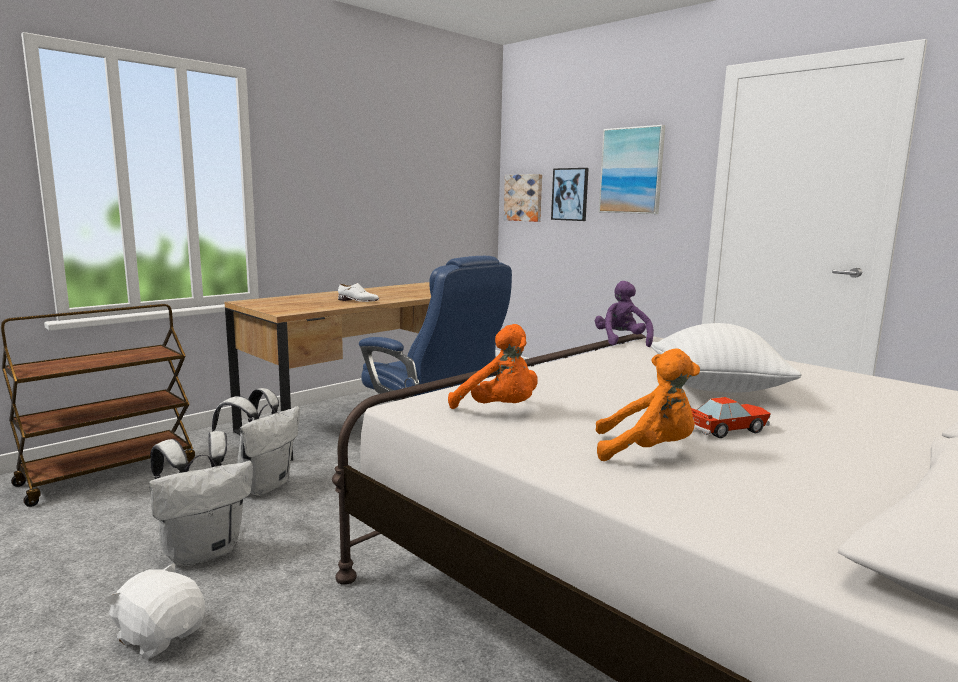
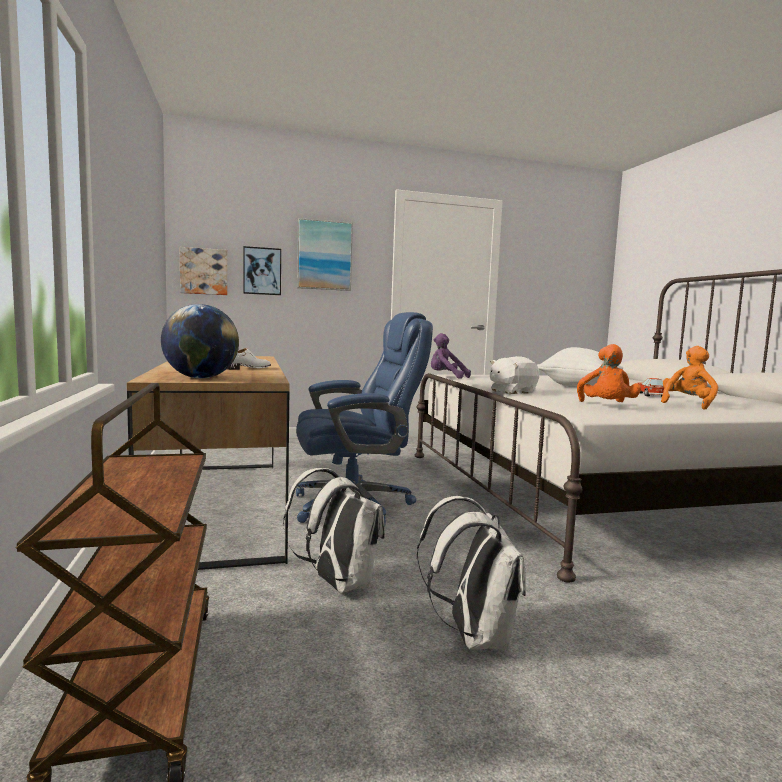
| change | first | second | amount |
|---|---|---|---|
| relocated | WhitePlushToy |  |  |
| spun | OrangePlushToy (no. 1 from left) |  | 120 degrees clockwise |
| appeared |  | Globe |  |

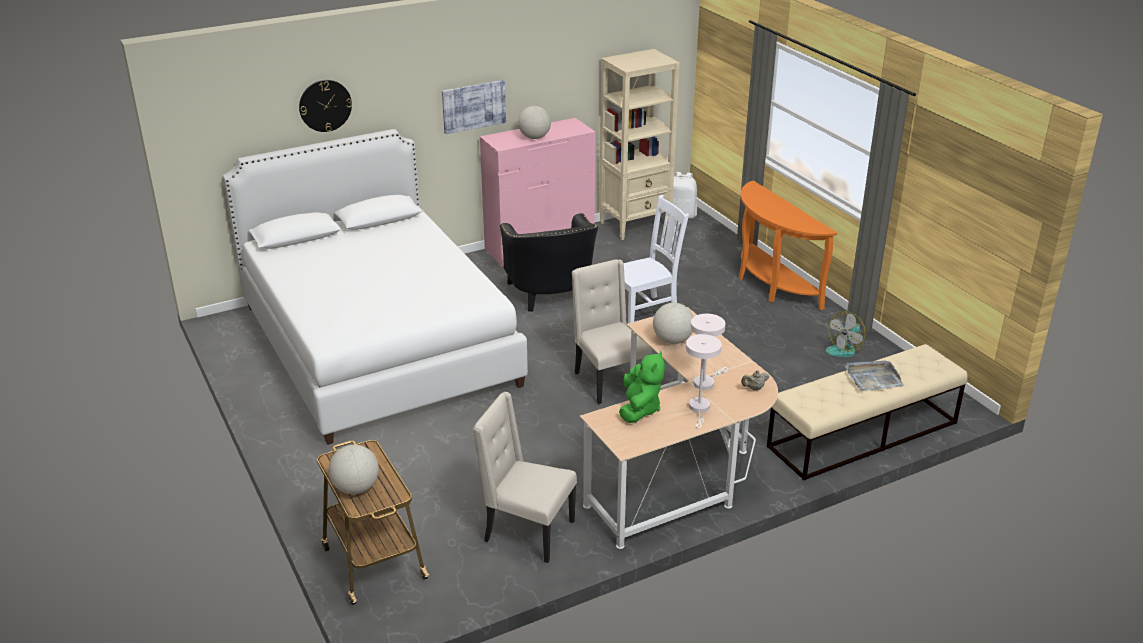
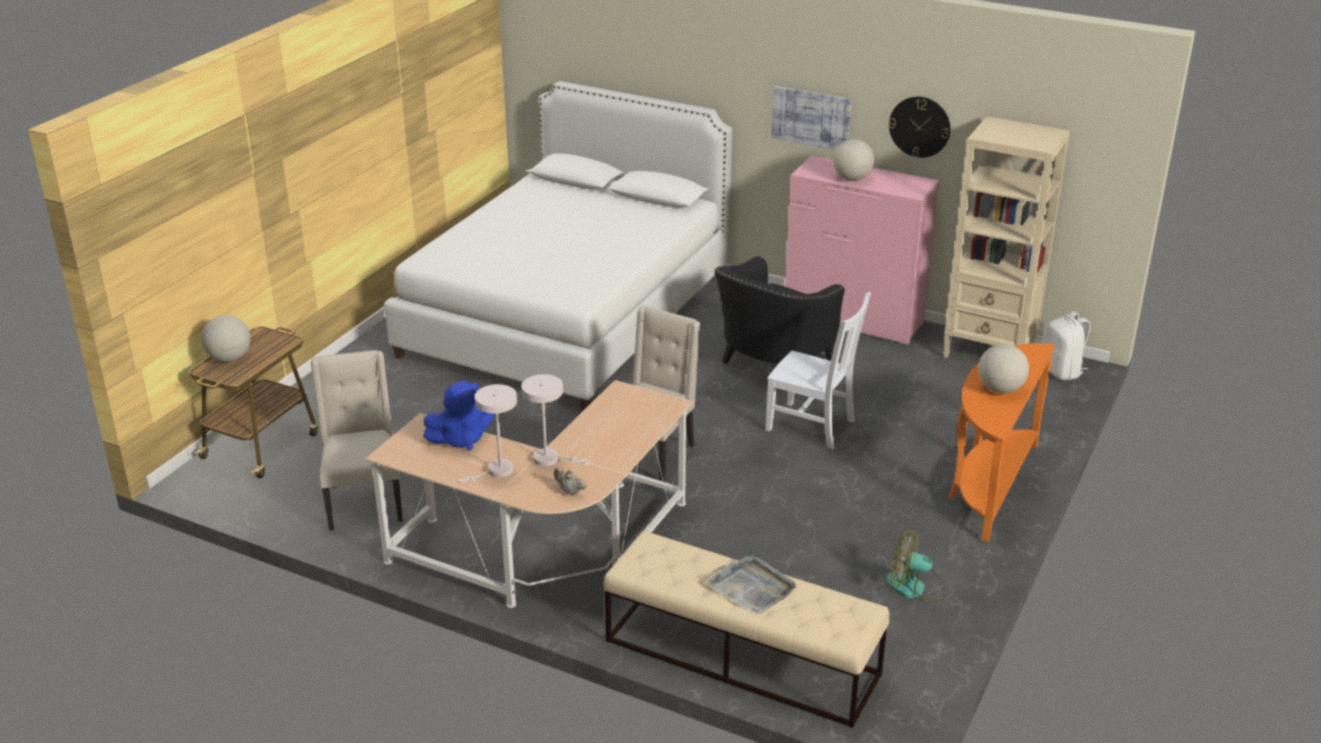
| change | first | second | amount |
|---|---|---|---|
| relocated | WallClock |  |  |
| colour | GreenPlushToy | BluePlushToy |  |
| relocated | Globe (no. 3 from left) |  |  |

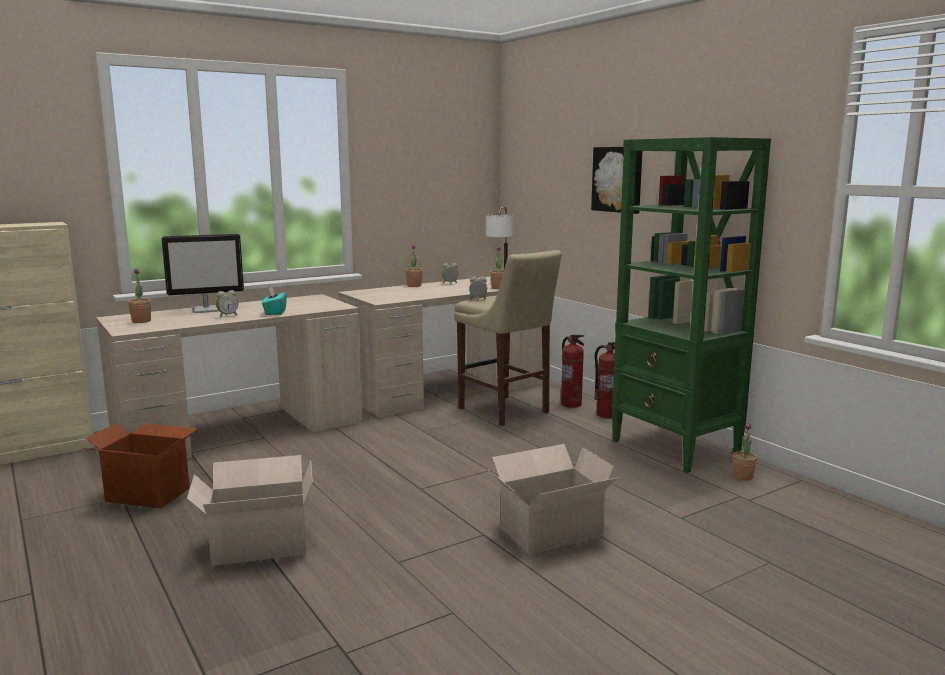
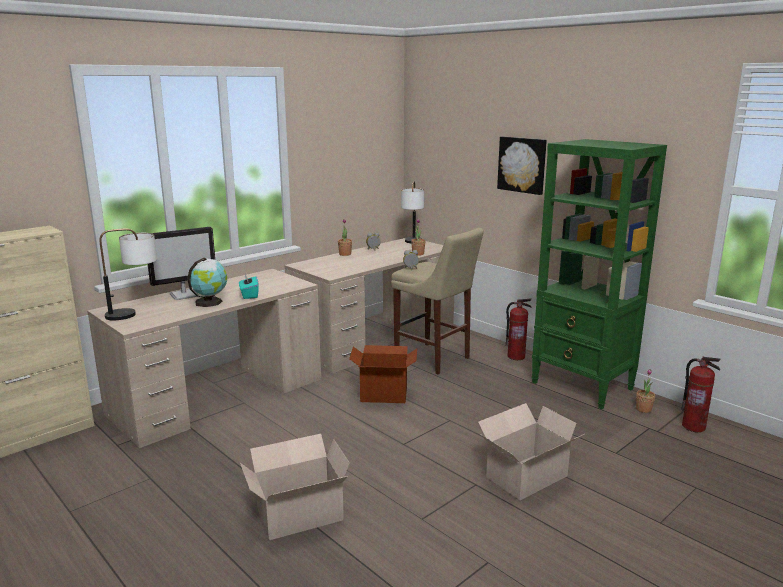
| change | first | second | amount |
|---|---|---|---|
| relocated | CardboardBox (no. 1 from left in the first image) | CardboardBox (no. 2 from left) |  |
| exchanged | PottedPlant (no. 1 from left) | TableLamp (no. 1 from left) |  |
| exchanged | AlarmClock (no. 1 from left) | Globe |  |
| relocated | FireExtinguisher (no. 1 from left in the first image) | FireExtinguisher (no. 2 from left) |  |

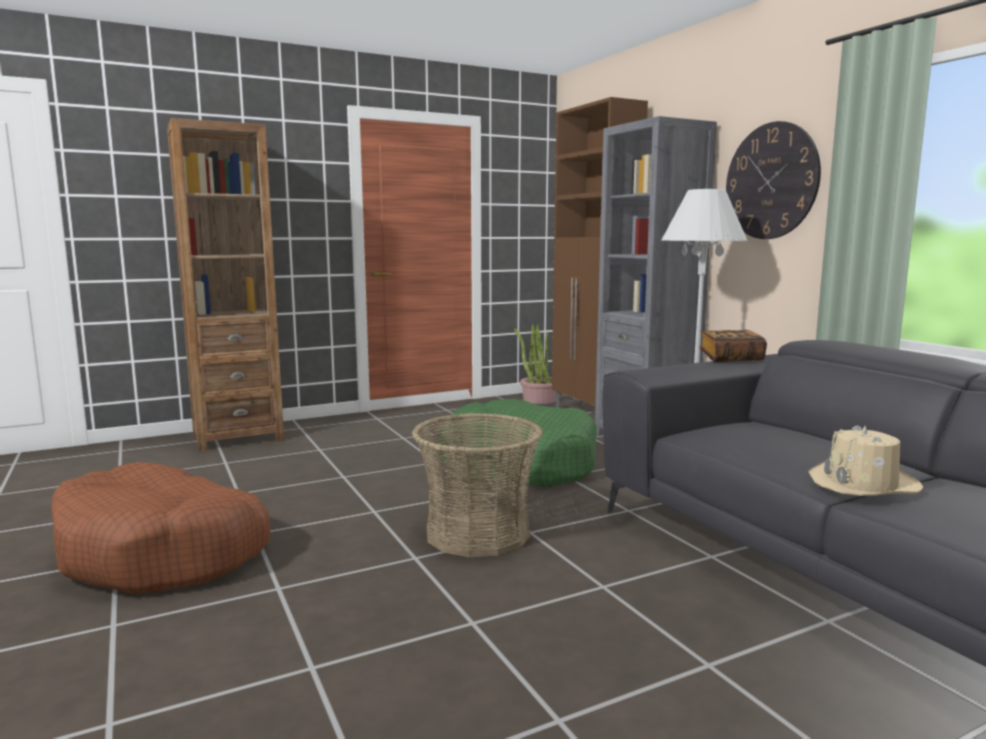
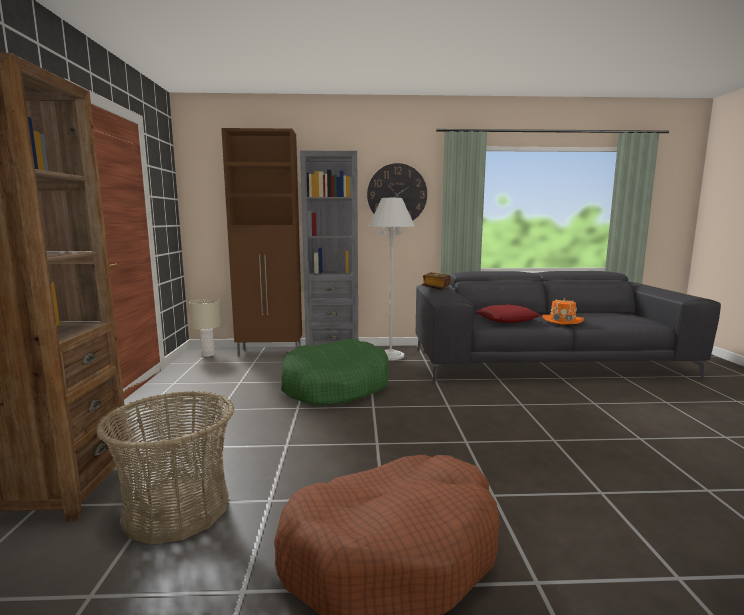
| change | first | second | amount |
|---|---|---|---|
| relocated | Basket |  |  |
| exchanged | PottedPlant | BeigeTableLamp |  |
| colour | BeigeHat | OrangeHat |  |
| appeared |  | RedPillow |  |

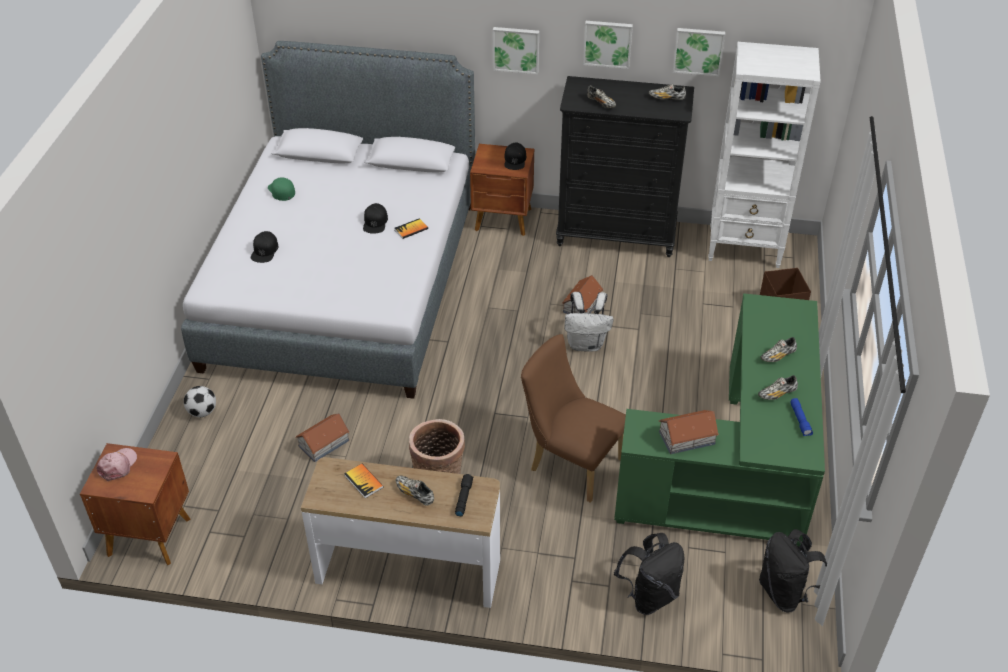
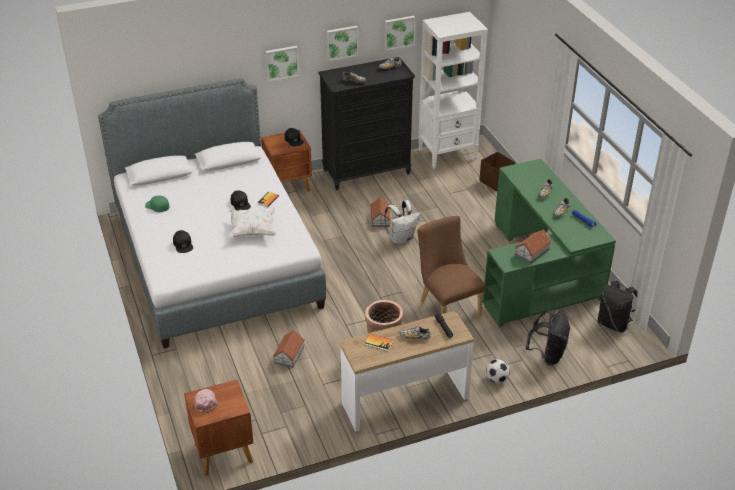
| change | first | second | amount |
|---|---|---|---|
| relocated | Football |  |  |
| spun | BrownChair |  | 60 degrees clockwise |
| appeared |  | WhitePillow |  |

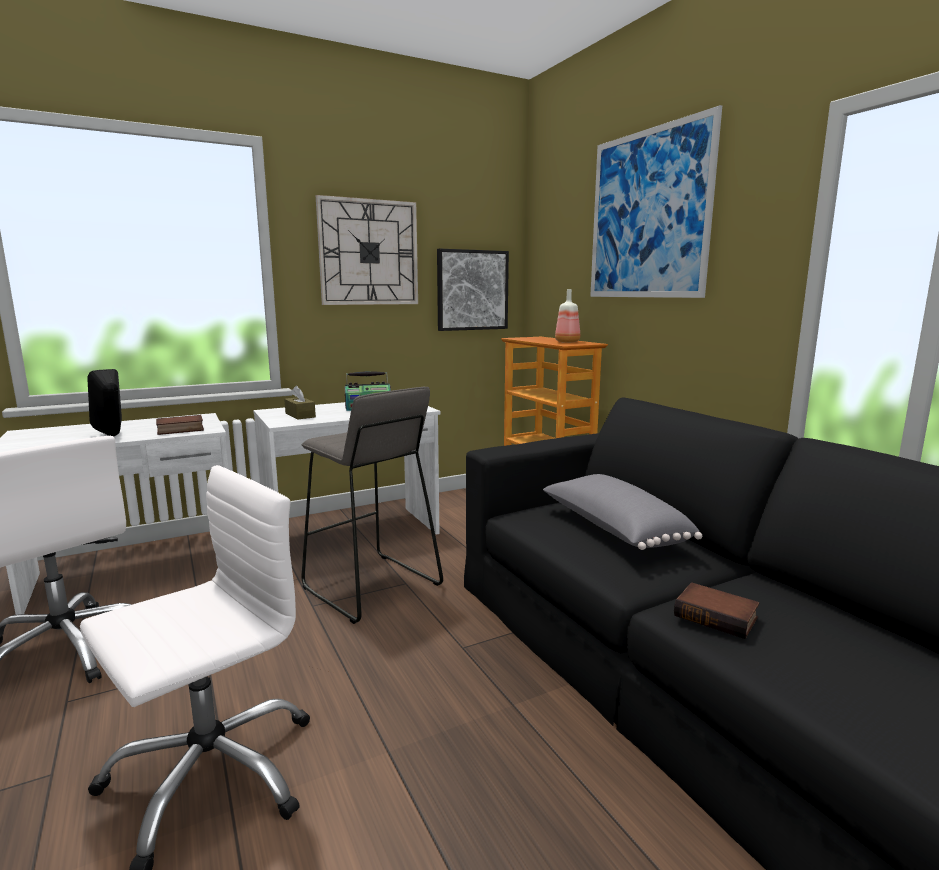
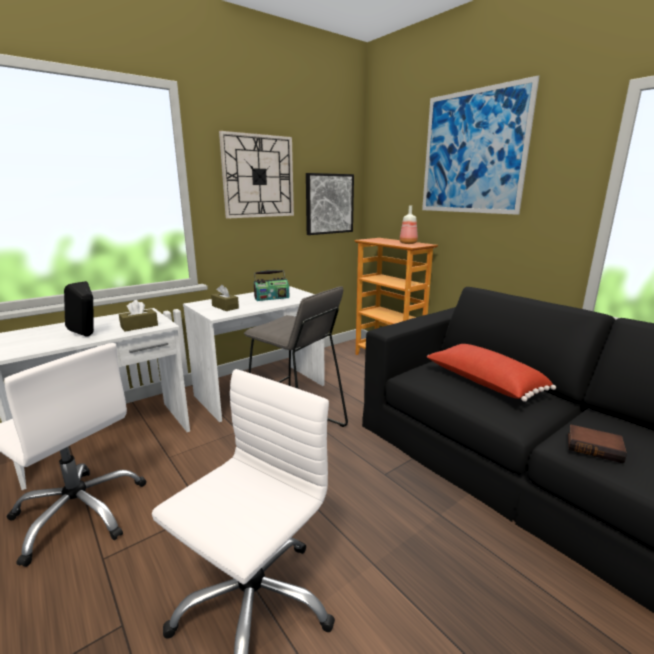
| change | first | second | amount |
|---|---|---|---|
| exchanged | Book (no. 1 from left) | BrownTissueBox (no. 1 from left) |  |
| colour | GreyPillow | RedPillow |  |

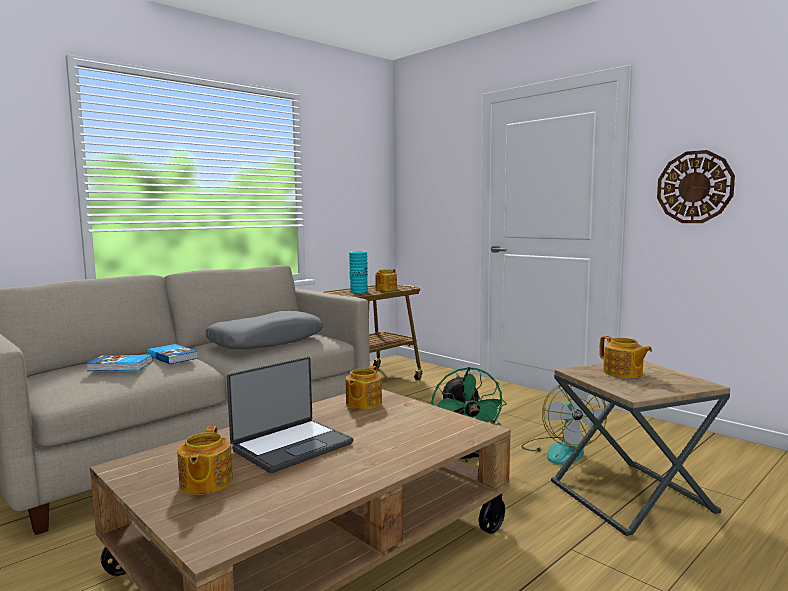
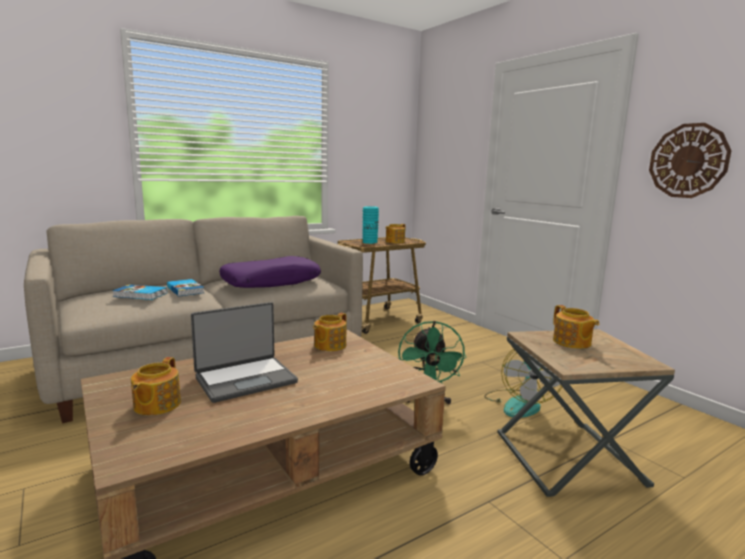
| change | first | second | amount |
|---|---|---|---|
| colour | GreyPillow | PurplePillow |  |

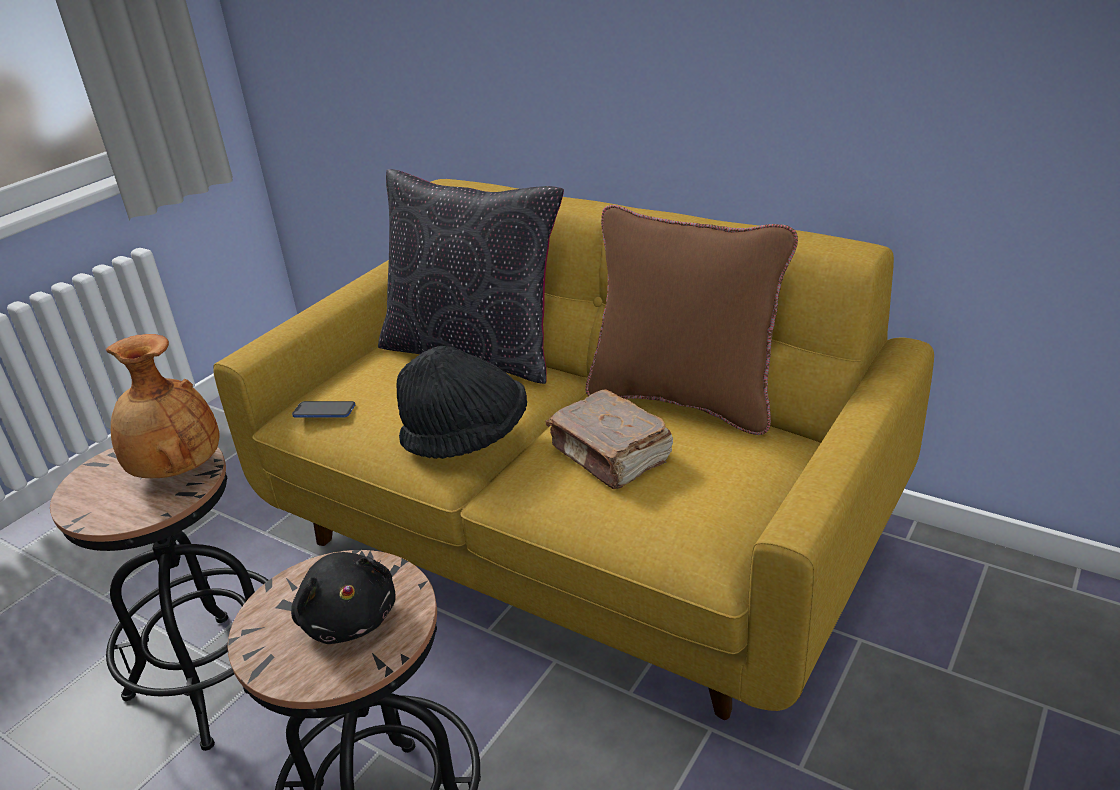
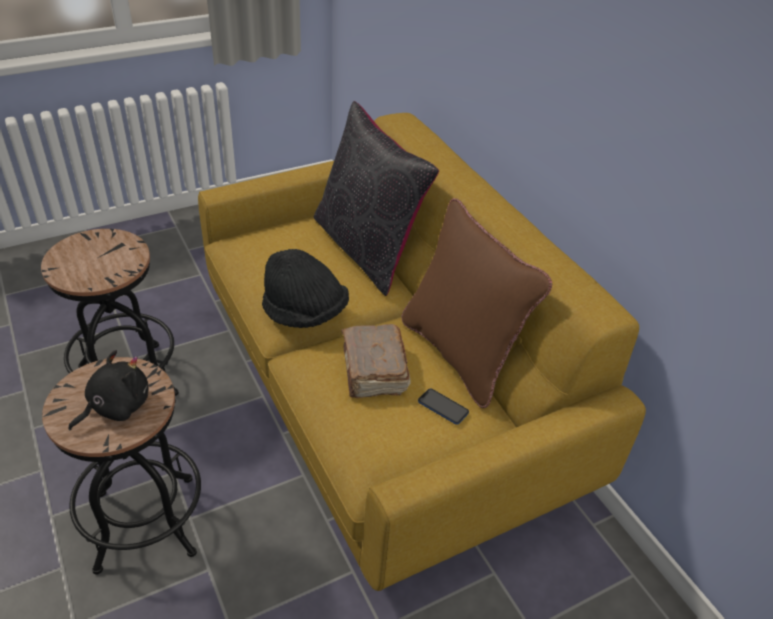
| change | first | second | amount |
|---|---|---|---|
| missing | BrownVase |  |  |
| spun | BlackPlushToy |  | 135 degrees counterclockwise |
| relocated | Phone |  |  |

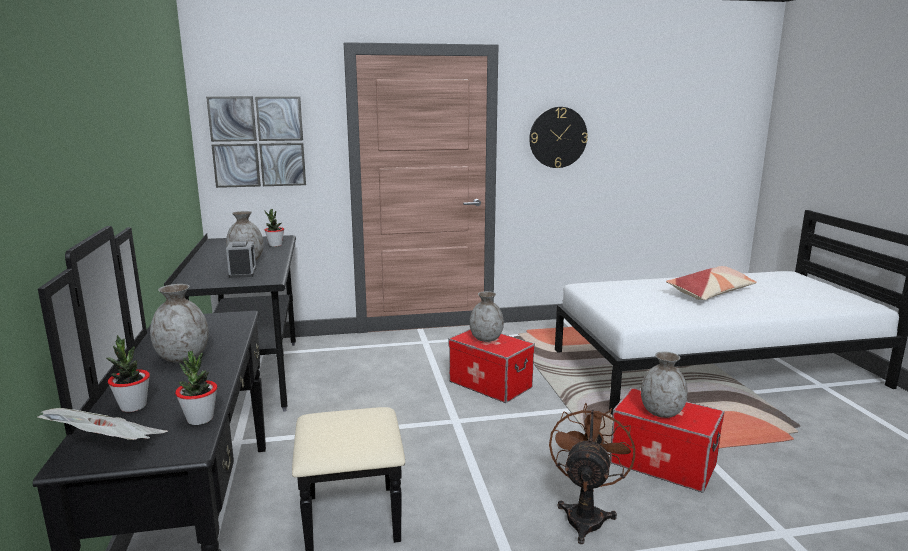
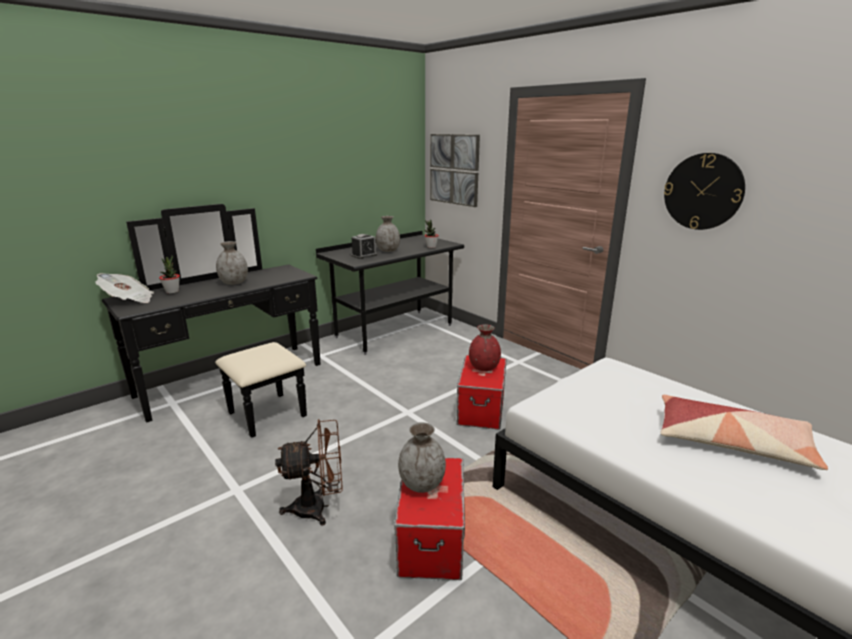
| change | first | second | amount |
|---|---|---|---|
| missing | PottedPlant (no. 2 from left) |  |  |
| colour | GreyVase (no. 3 from left) | RedVase |  |

